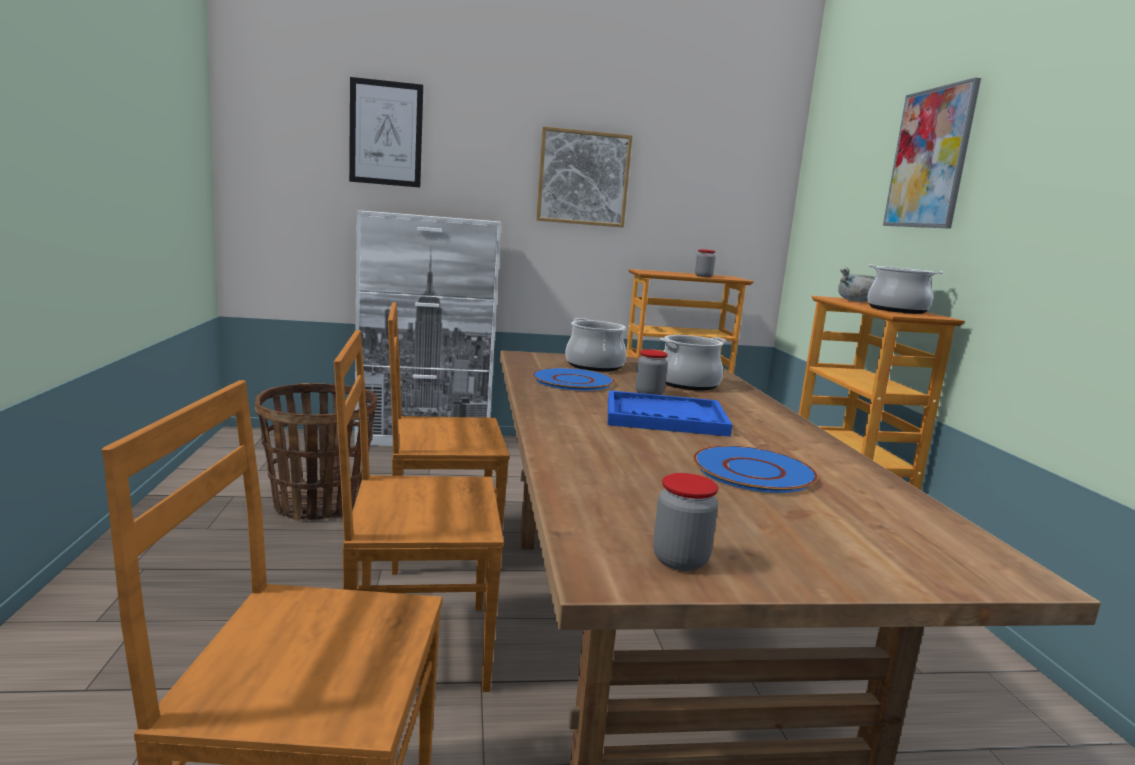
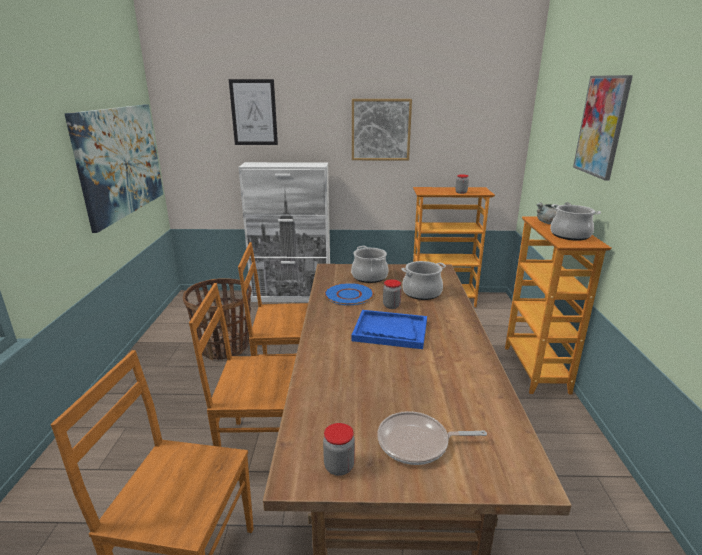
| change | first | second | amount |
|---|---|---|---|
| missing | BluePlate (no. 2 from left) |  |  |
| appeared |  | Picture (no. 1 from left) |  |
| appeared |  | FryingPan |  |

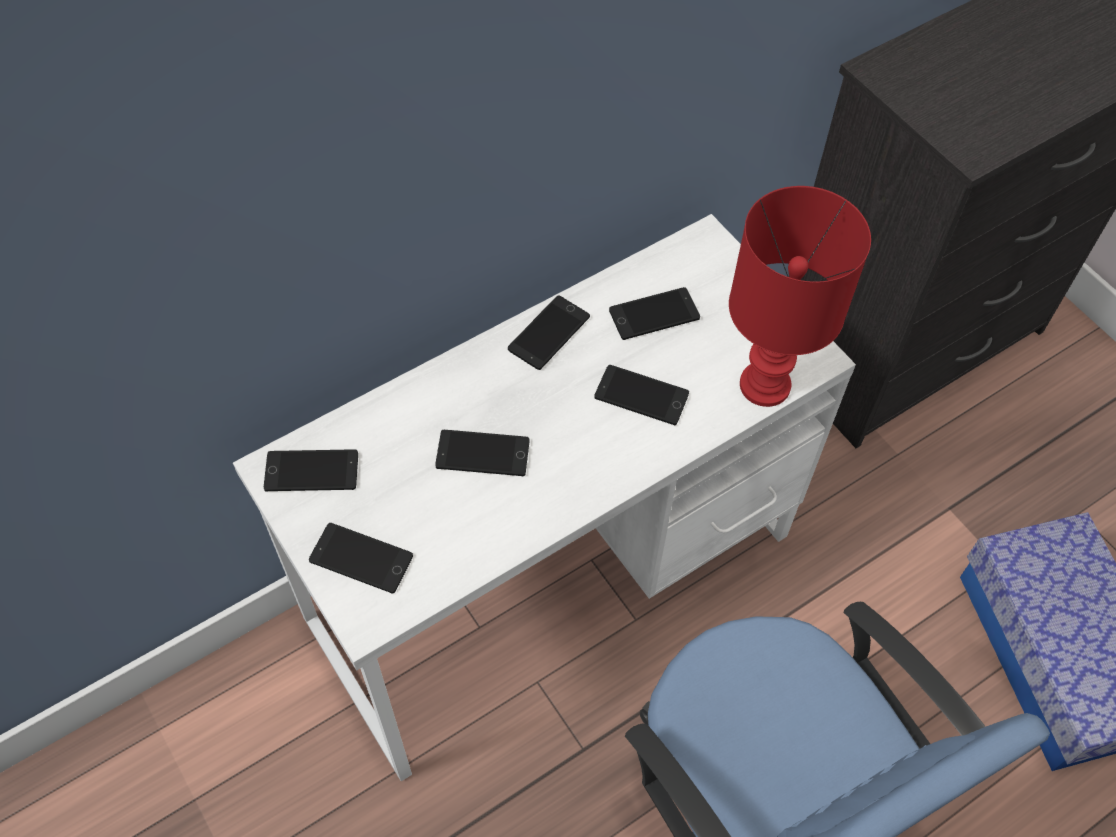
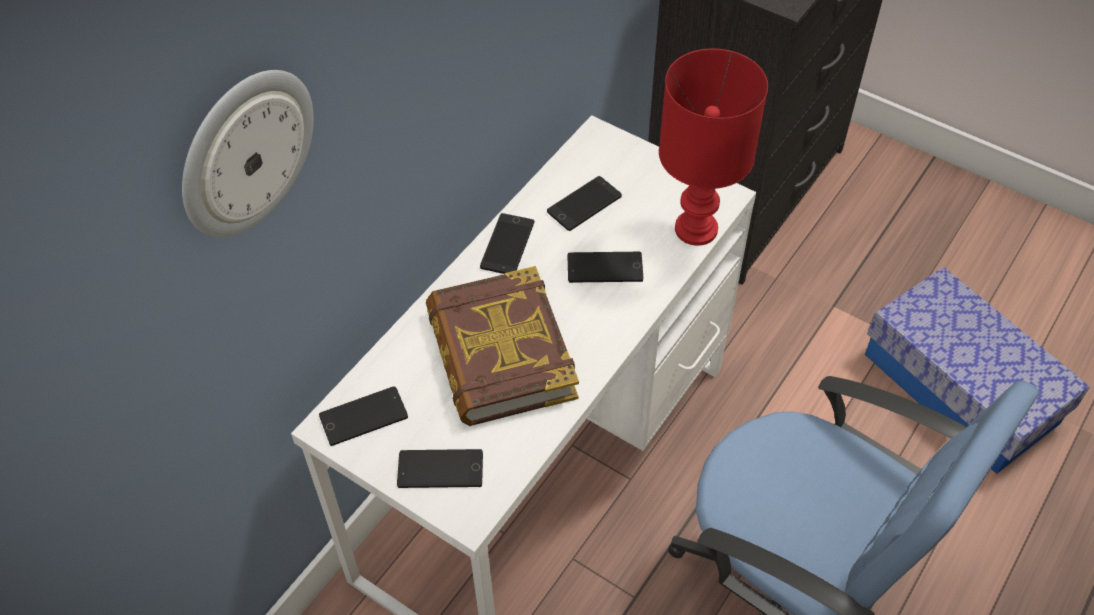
| change | first | second | amount |
|---|---|---|---|
| exchanged | Phone (no. 3 from left) | Book |  |
| appeared |  | WallClock |  |

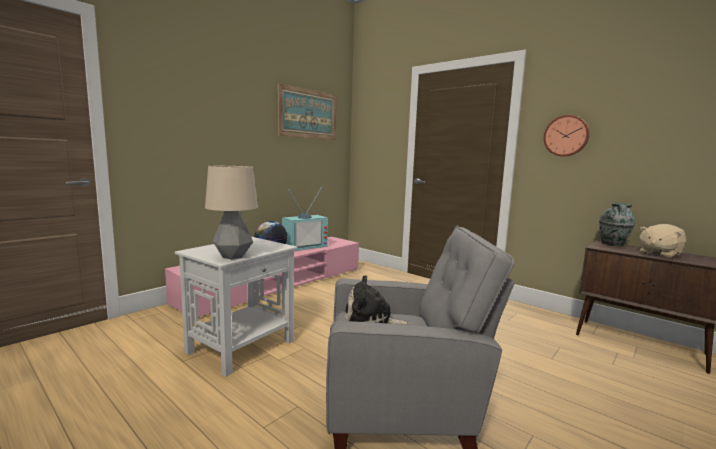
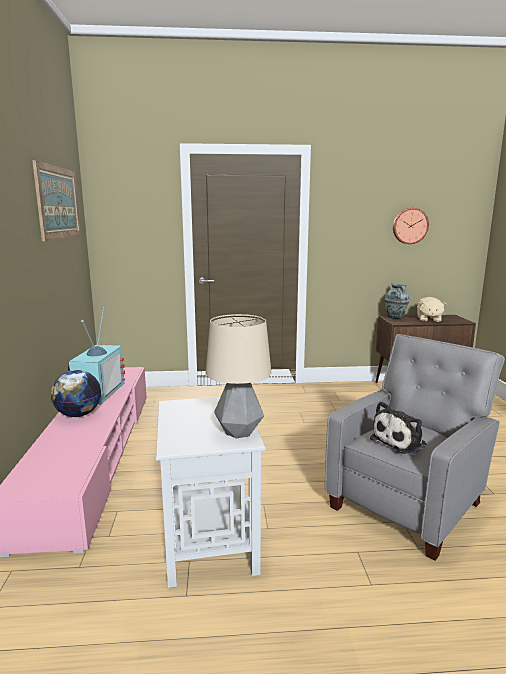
| change | first | second | amount |
|---|---|---|---|
| relocated | WallClock |  |  |

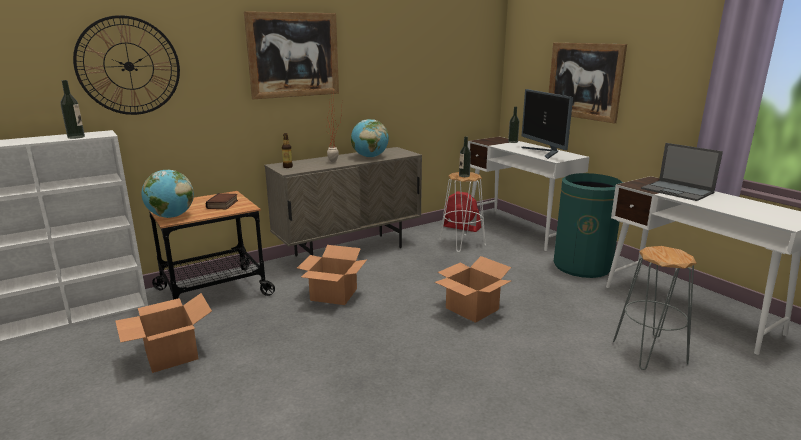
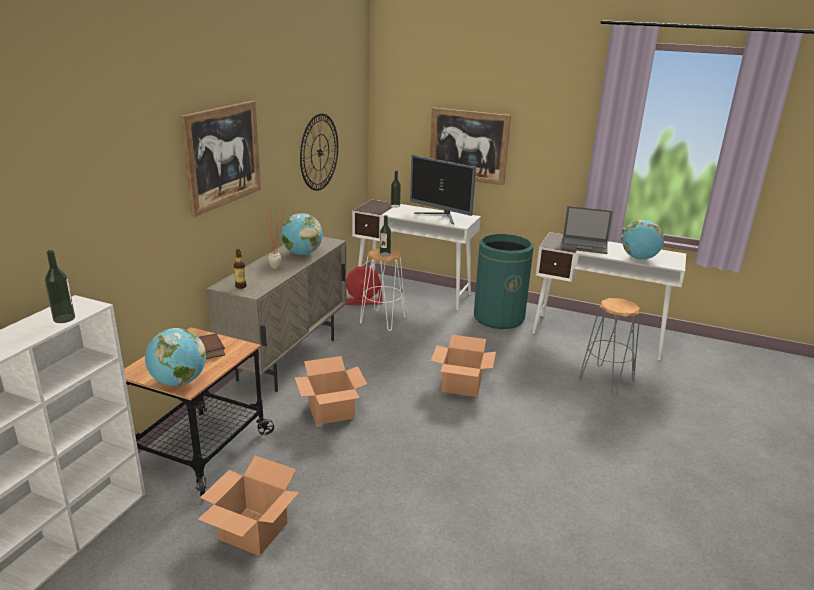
| change | first | second | amount |
|---|---|---|---|
| relocated | WallClock |  |  |
| appeared |  | Globe (no. 3 from left) |  |

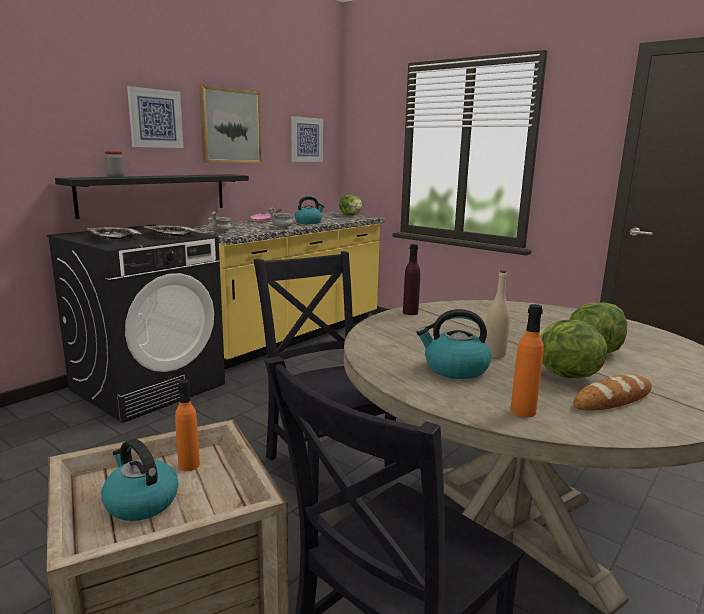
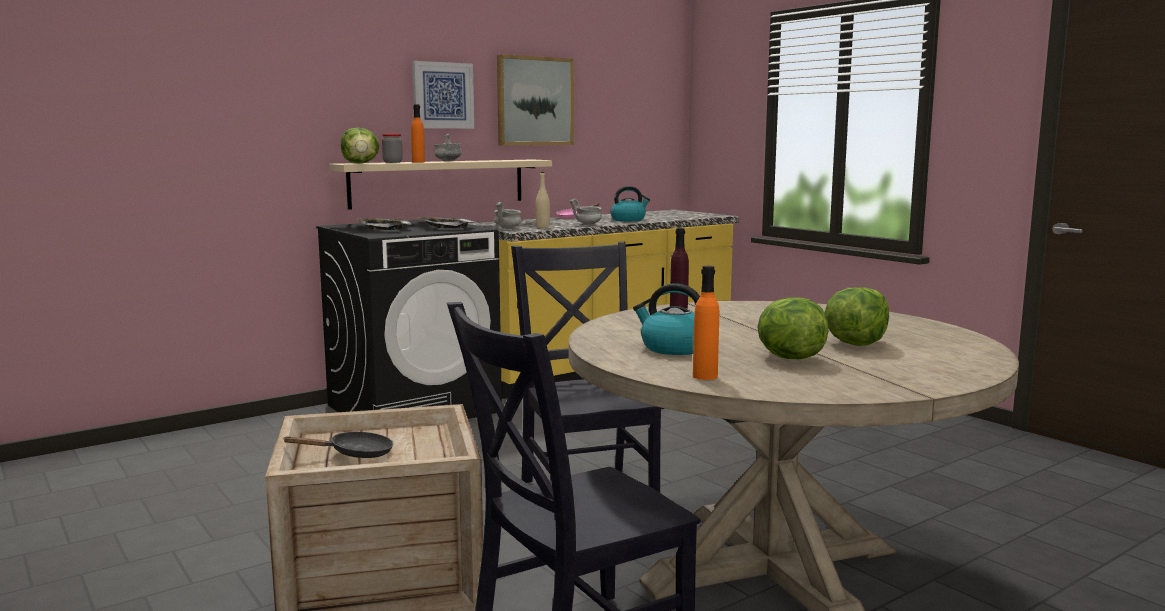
| change | first | second | amount |
|---|---|---|---|
| colour | BlackShelf | BeigeShelf |  |
| exchanged | Kettle (no. 1 from left) | BlackFryingPan |  |
| relocated | OrangeBottle (no. 1 from left) |  |  |
| missing | Picture (no. 3 from left) |  |  |
| relocated | Lettuce (no. 1 from left) |  |  |
| relocated | BeigeBottle |  |  |
| missing | Bread |  |  |
| appeared |  | GreyBowl (no. 1 from left) |  |

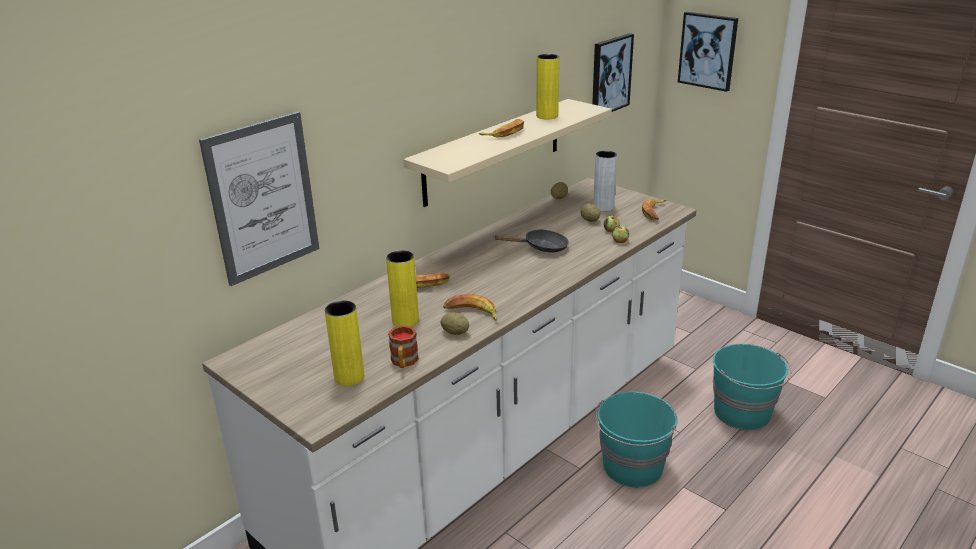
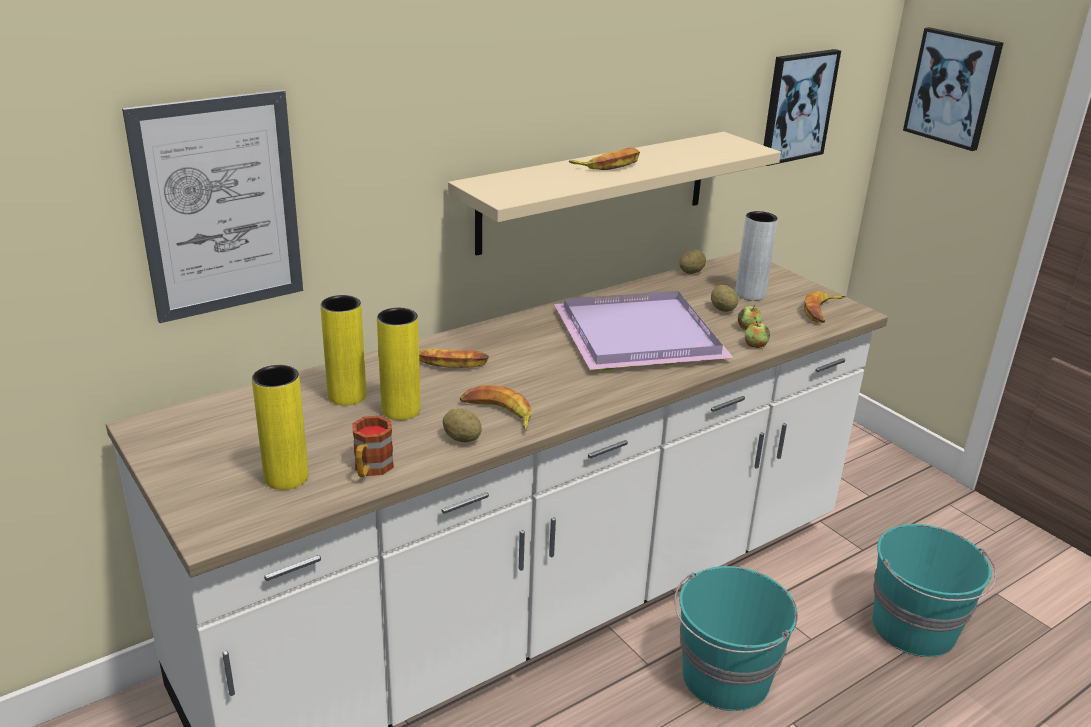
| change | first | second | amount |
|---|---|---|---|
| exchanged | BlackFryingPan | PurpleTray |  |
| relocated | YellowVase (no. 3 from left in the first image) | YellowVase (no. 2 from left) |  |

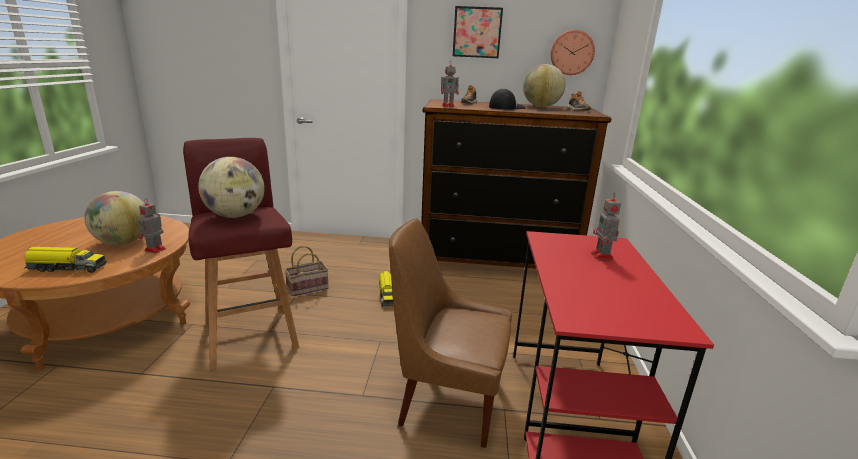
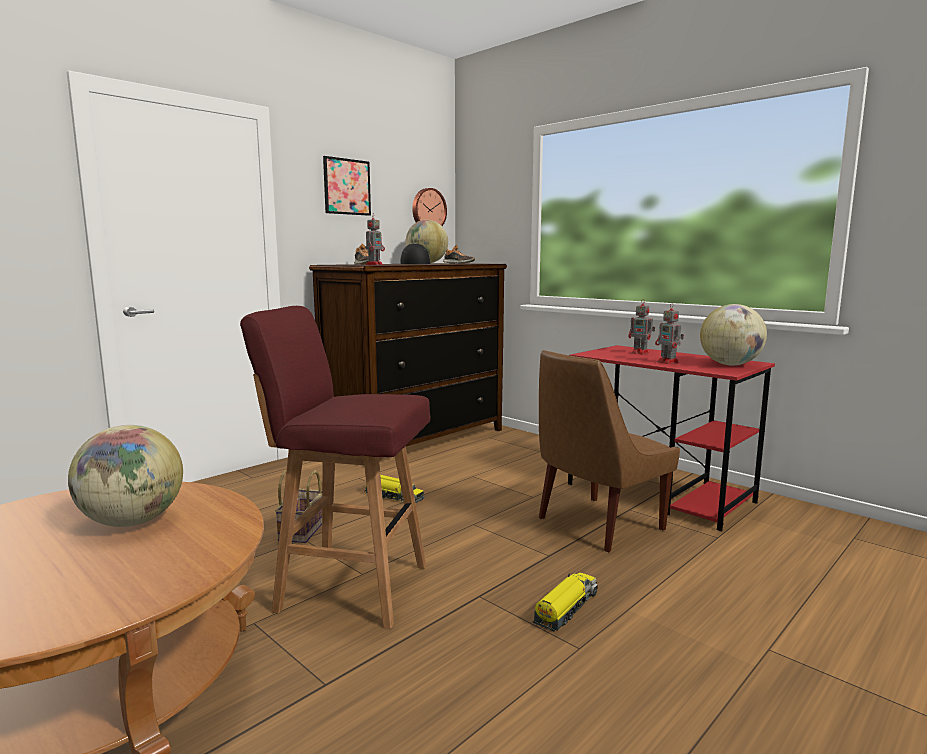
| change | first | second | amount |
|---|---|---|---|
| relocated | ToyTruck (no. 1 from left in the first image) | ToyTruck (no. 2 from left) |  |
| relocated | ToyRobot (no. 1 from left in the first image) | ToyRobot (no. 3 from left) |  |
| relocated | Globe (no. 2 from left in the first image) | Globe (no. 3 from left) |  |

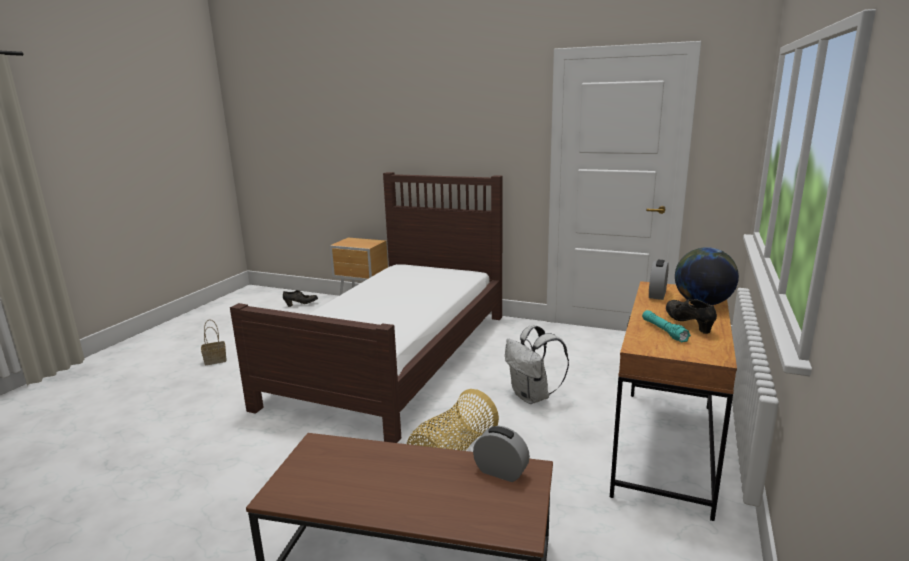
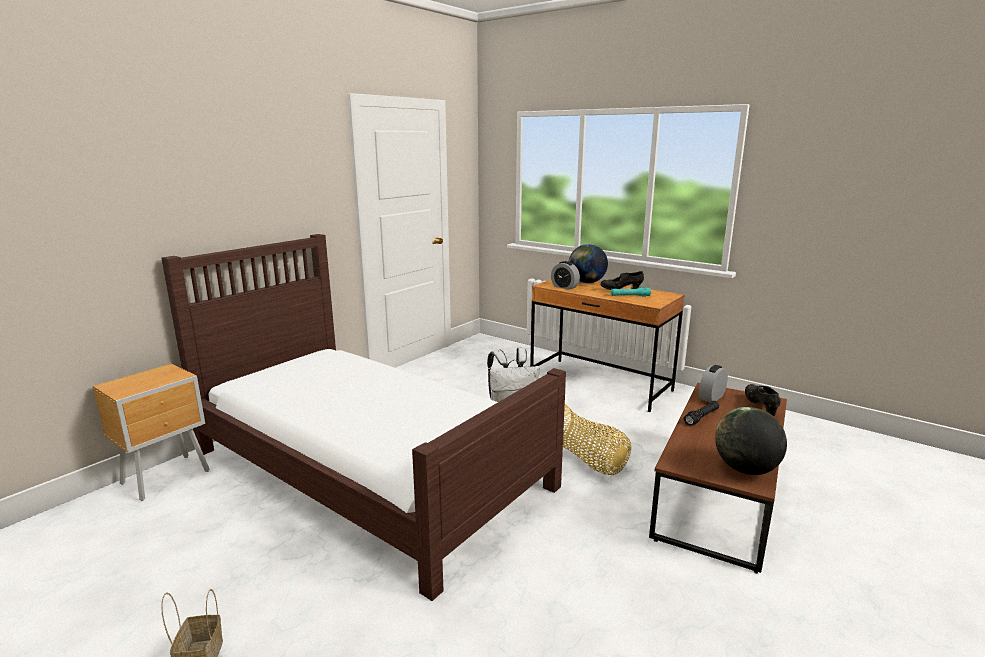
| change | first | second | amount |
|---|---|---|---|
| relocated | BlackShoe (no. 1 from left in the first image) | BlackShoe (no. 2 from left) |  |
| appeared |  | BlackFlashlight |  |
| appeared |  | Globe (no. 2 from left) |  |

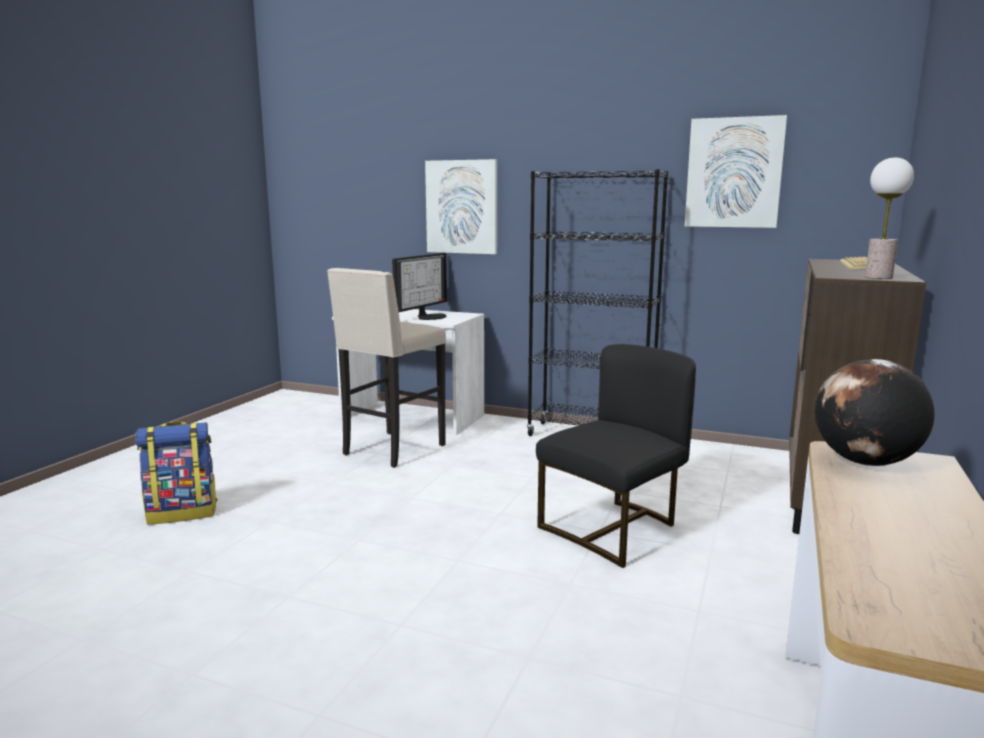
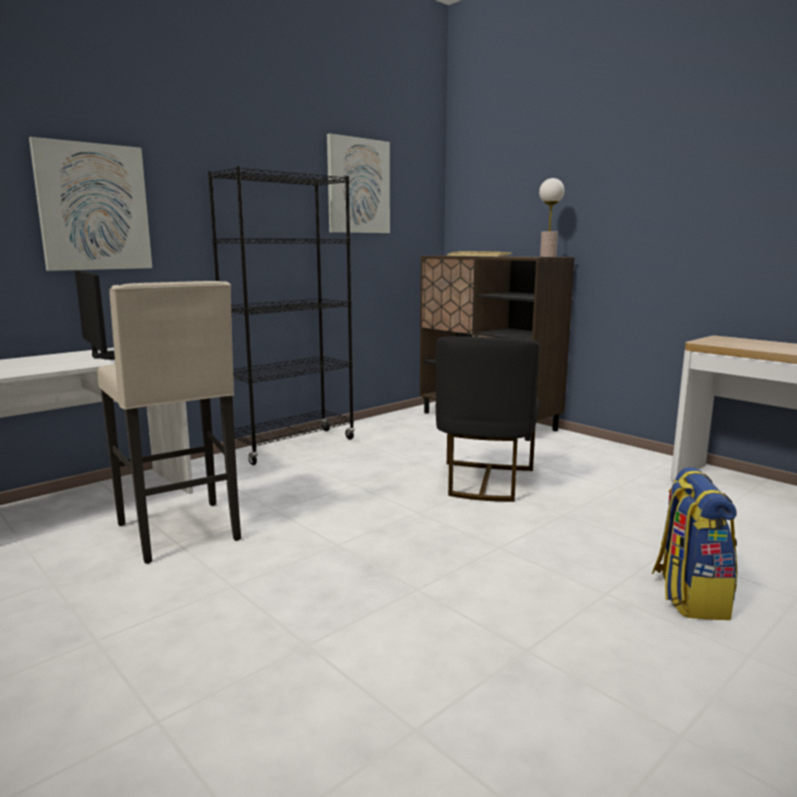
| change | first | second | amount |
|---|---|---|---|
| relocated | Backpack |  |  |
| spun | BlackChair |  | 150 degrees counterclockwise |
| missing | Globe |  |  |

